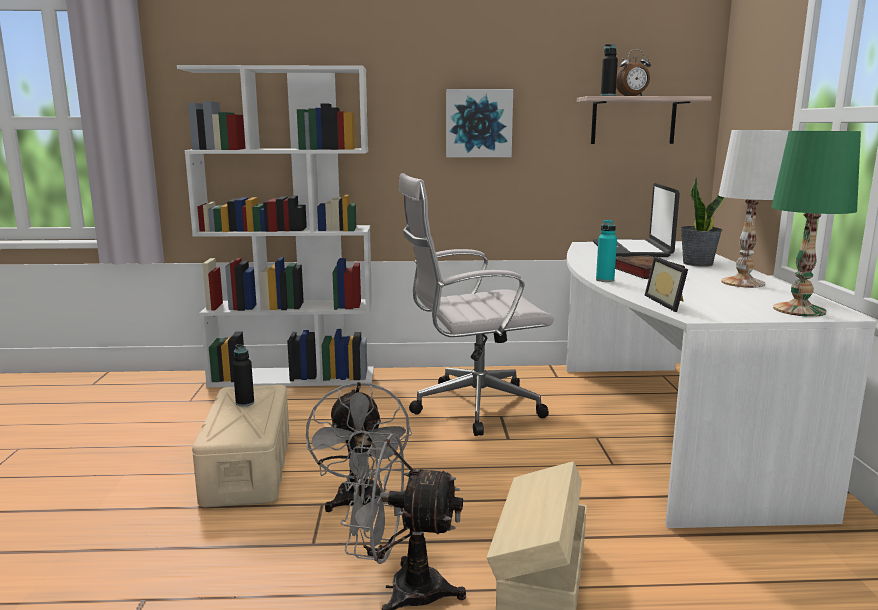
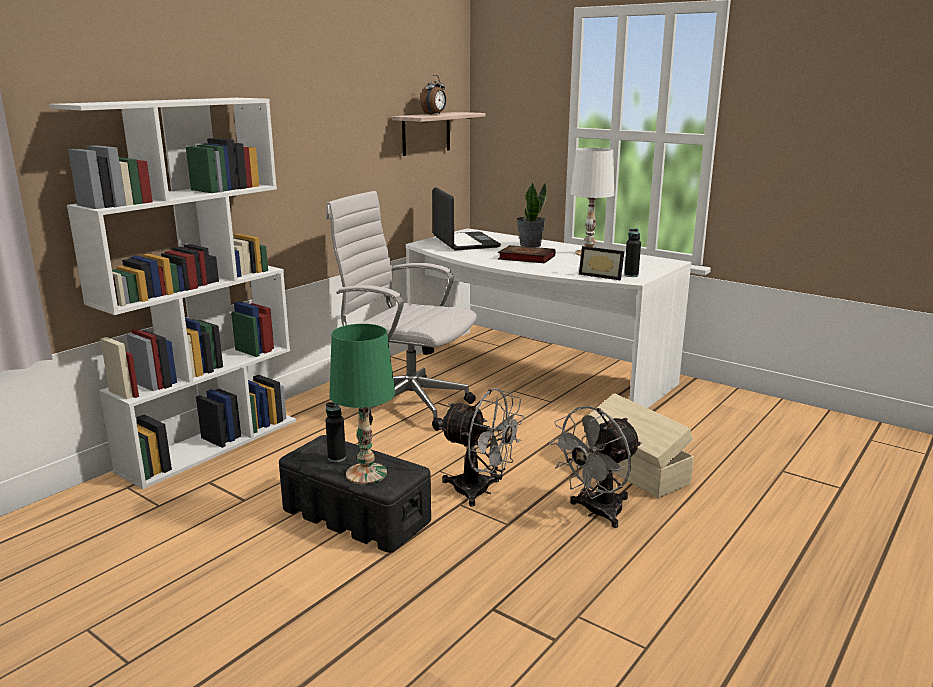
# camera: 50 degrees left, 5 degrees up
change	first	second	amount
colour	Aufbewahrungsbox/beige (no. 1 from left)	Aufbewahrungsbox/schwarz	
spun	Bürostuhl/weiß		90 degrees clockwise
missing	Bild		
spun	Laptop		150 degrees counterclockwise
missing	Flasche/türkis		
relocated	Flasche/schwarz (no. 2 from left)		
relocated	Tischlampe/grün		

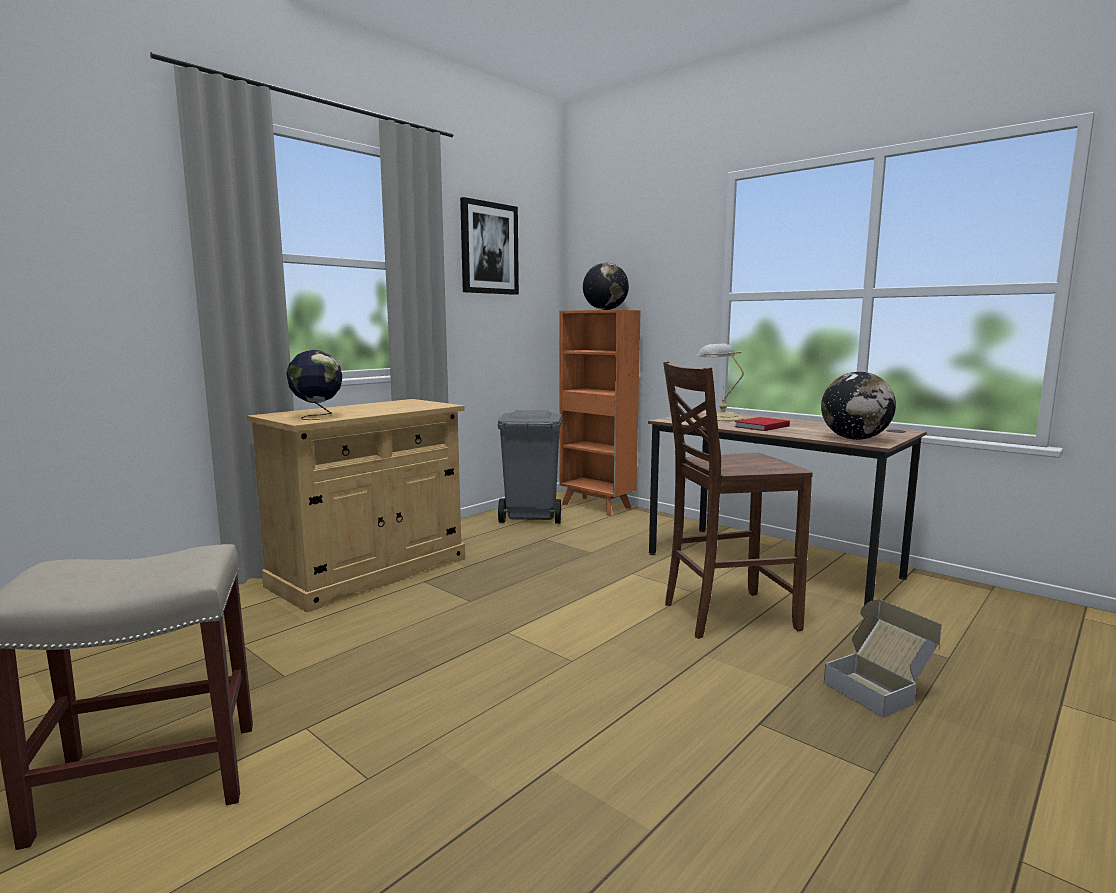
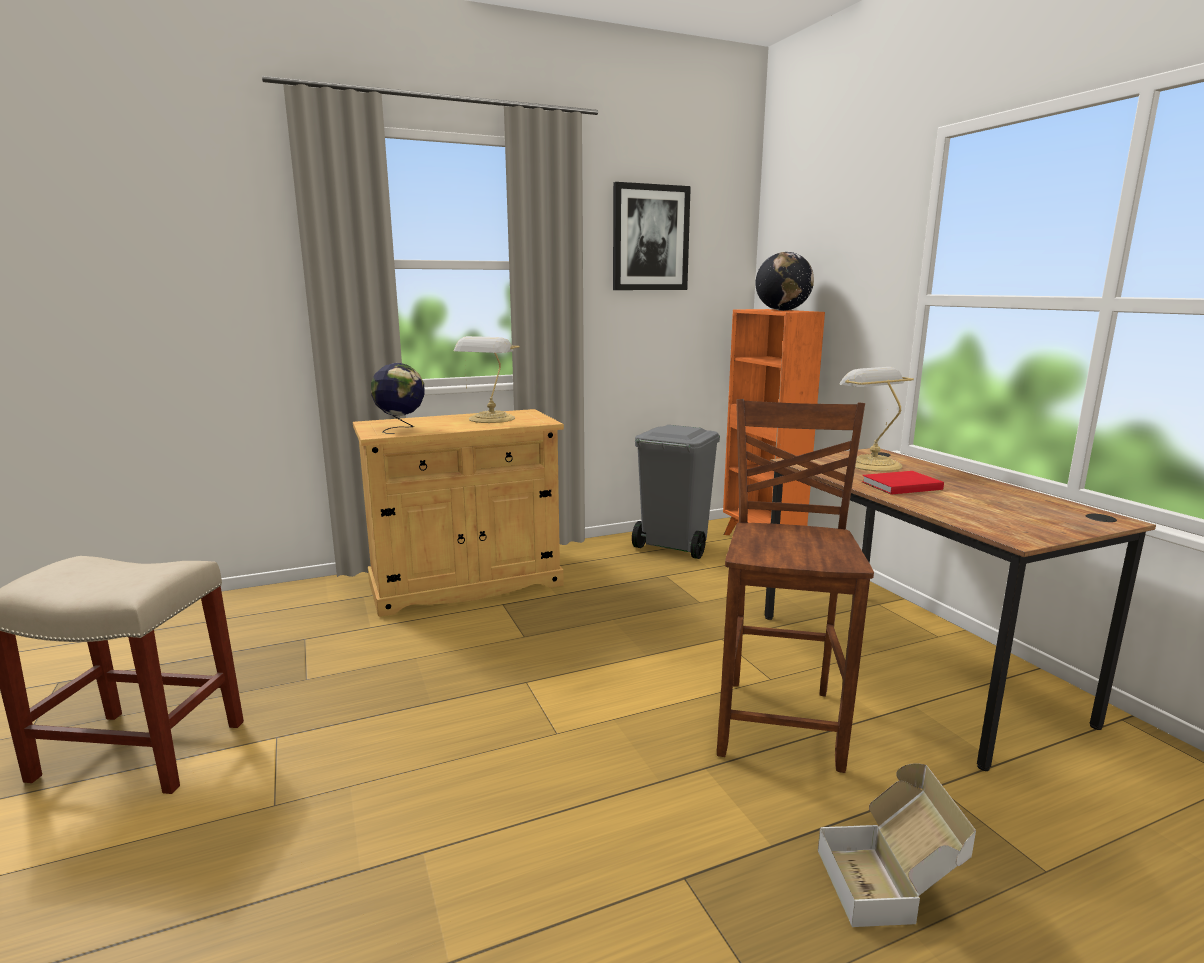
# camera: 25 degrees right, 5 degrees up
change	first	second	amount
spun	Stuhl/braun		90 degrees clockwise
missing	Globus (no. 3 from left)		
appeared		Tischlampe (no. 1 from left)	

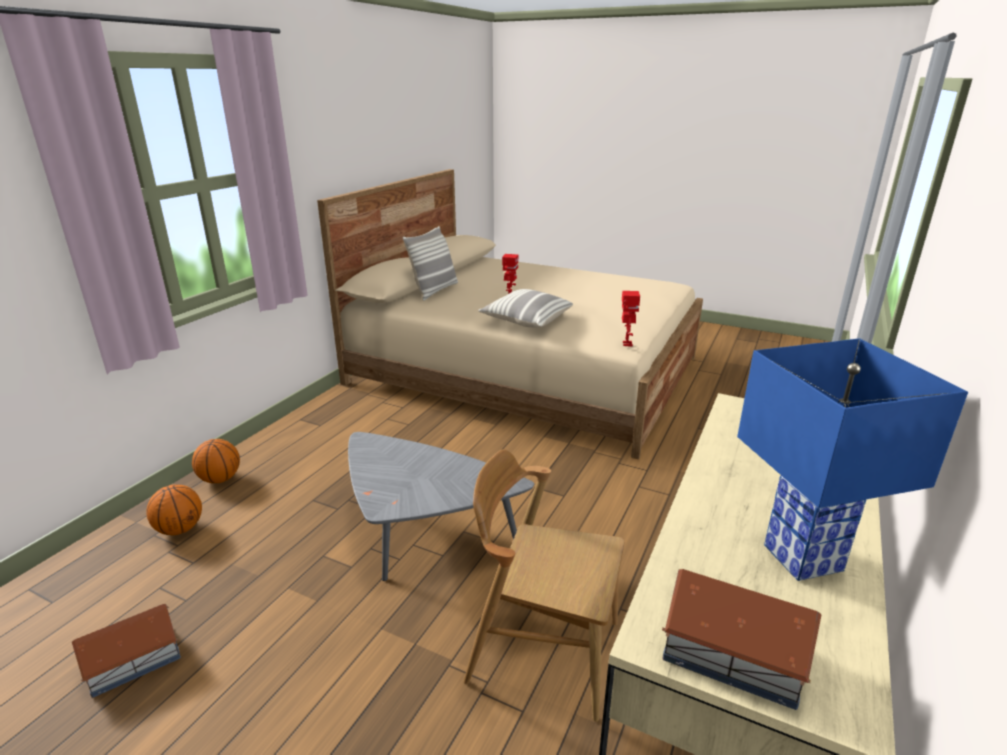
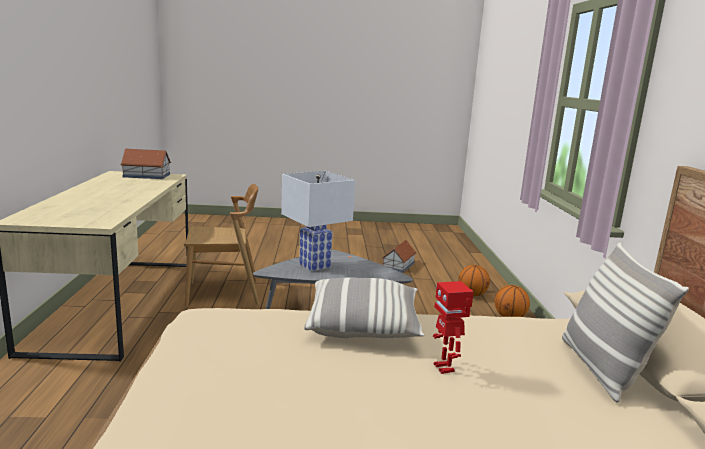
# camera: 150 degrees right, 10 degrees down
change	first	second	amount
missing	Spielzeugroboter (no. 2 from left)		
missing	Tischlampe/blau		
appeared		Tischlampe/weiß	

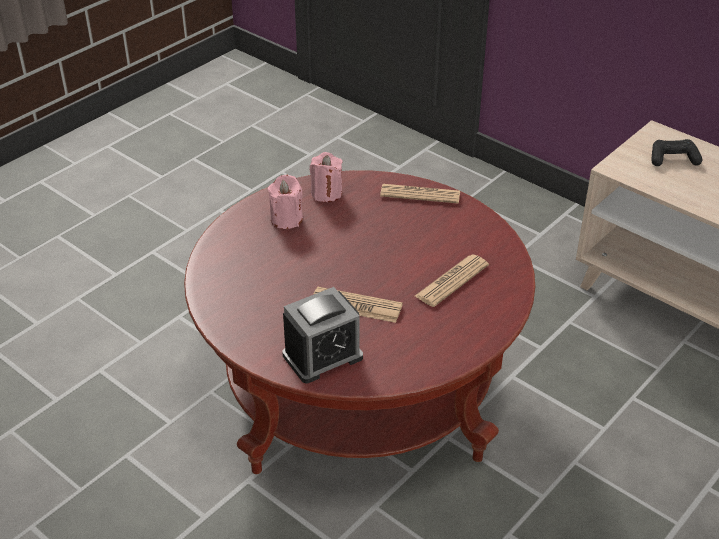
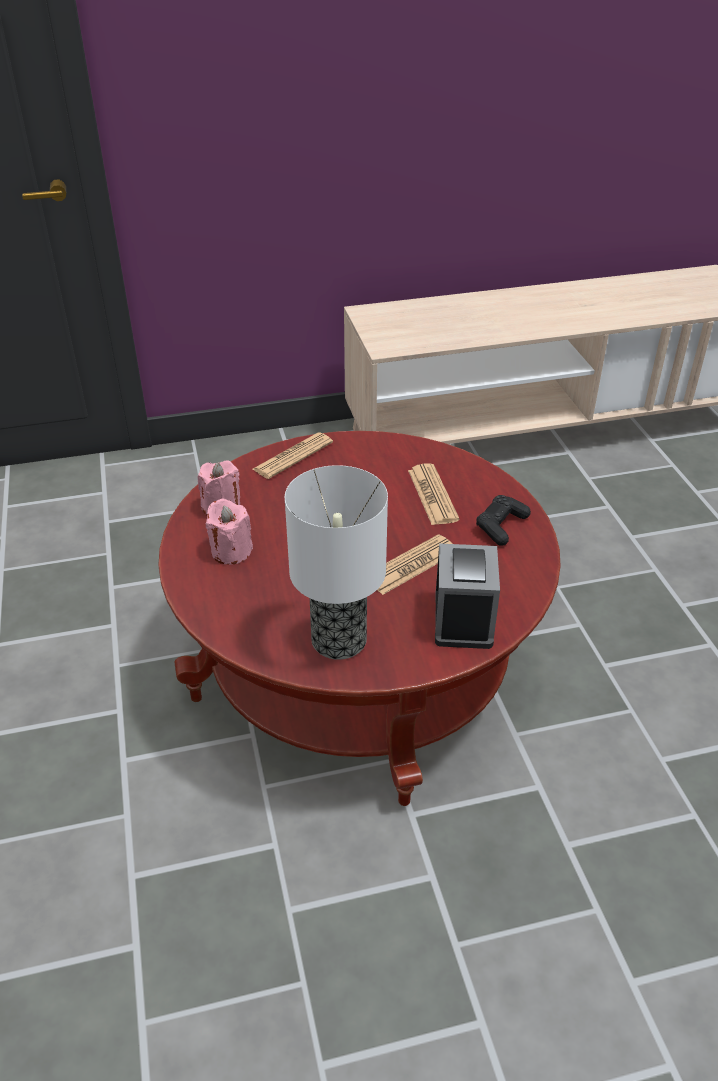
# camera: 55 degrees left, 0 degrees up
change	first	second	amount
relocated	Gamepad/schwarz		
appeared		Tischlampe	

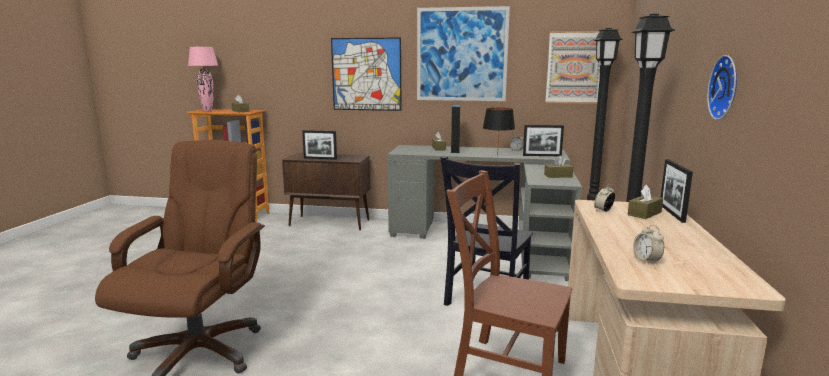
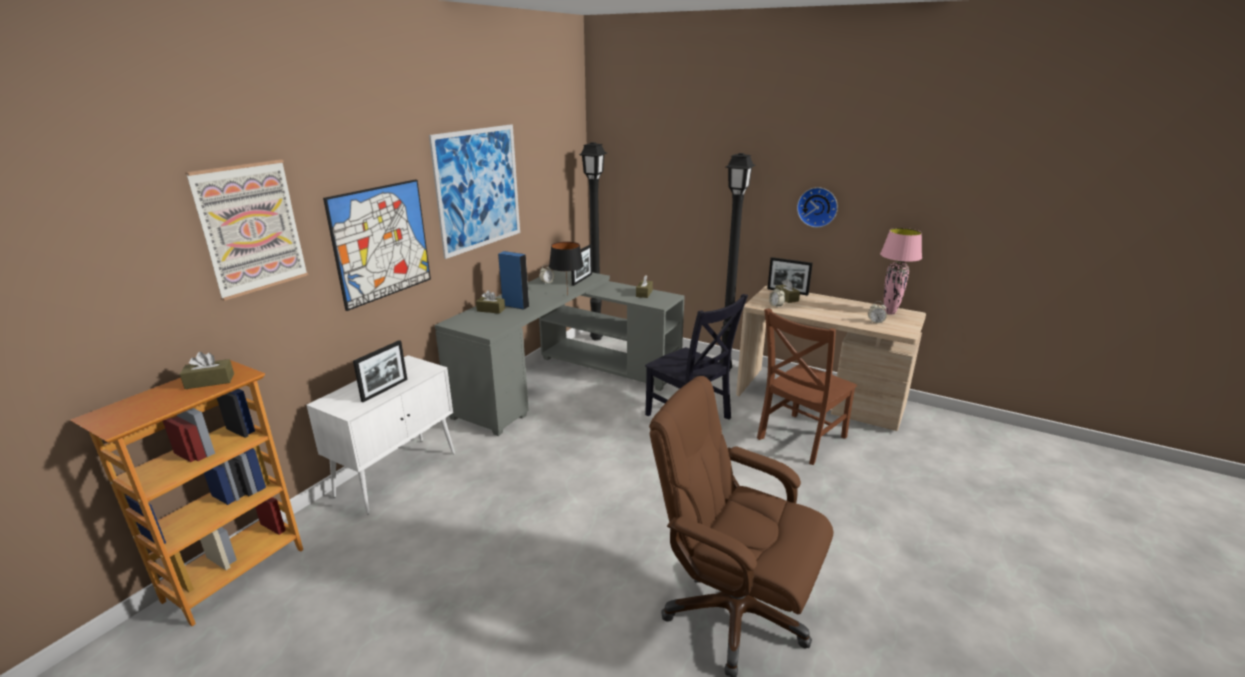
# camera: 70 degrees left, 10 degrees up
change	first	second	amount
relocated	Tischlampe/rosa		
colour	Schrank/braun	Schrank/weiß	
relocated	Bild (no. 3 from left in the first image)	Bild (no. 1 from left)	

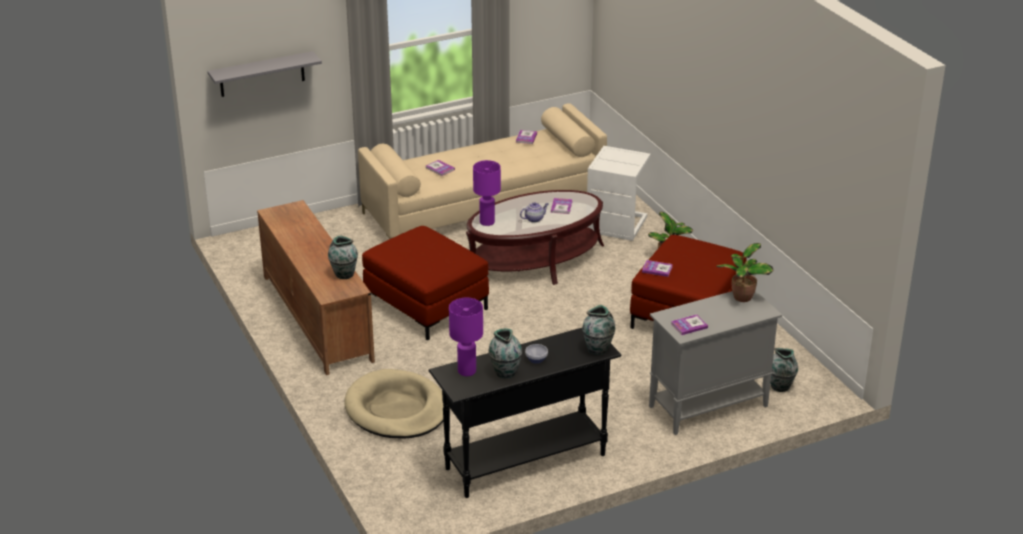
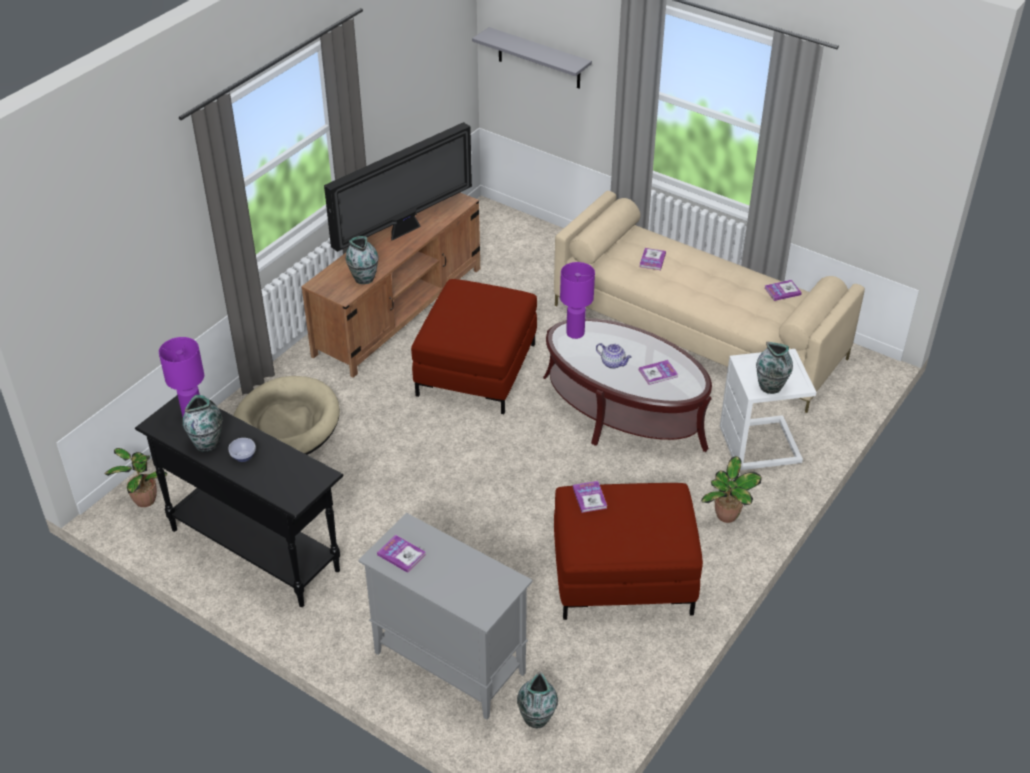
# camera: 60 degrees right, 10 degrees up
change	first	second	amount
relocated	Vase (no. 3 from left in the first image)	Vase (no. 4 from left)	
relocated	Topfpflanze (no. 2 from left in the first image)	Topfpflanze (no. 1 from left)	
appeared		Fernseher	

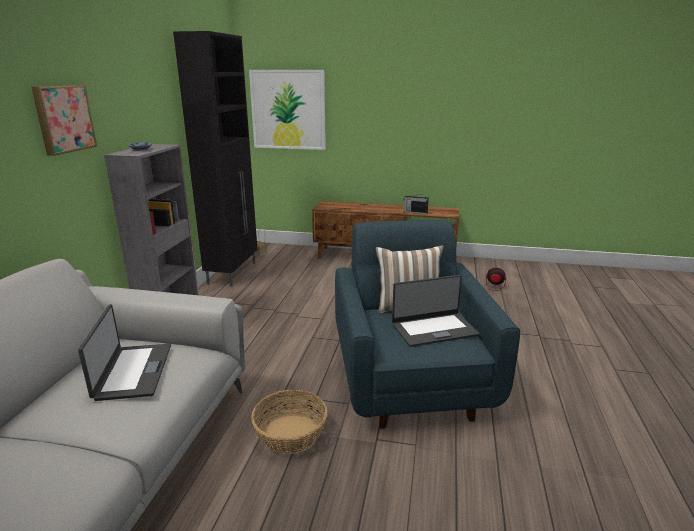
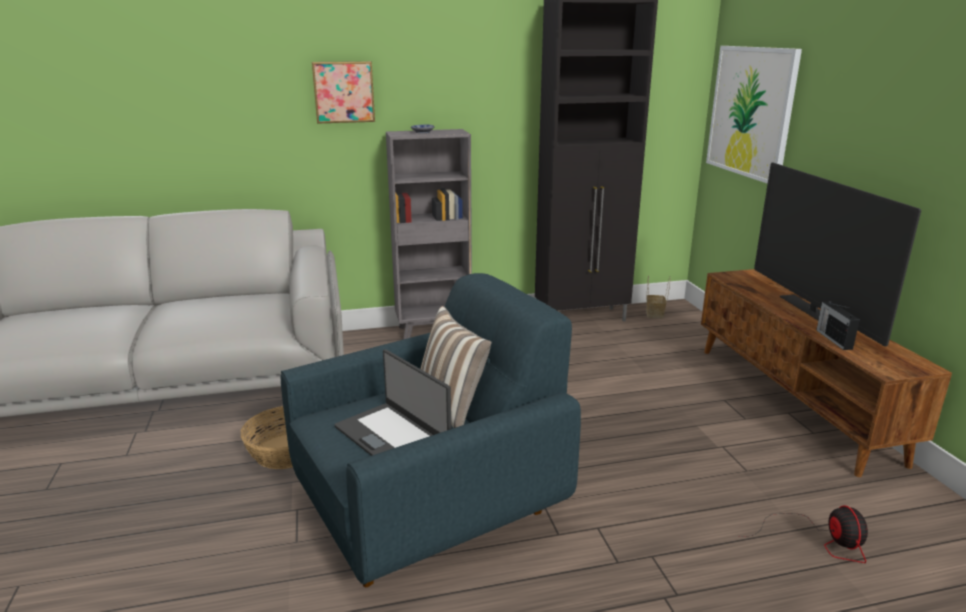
# camera: 65 degrees right, 0 degrees up
change	first	second	amount
missing	Laptop (no. 1 from left)		
appeared		Fernseher	

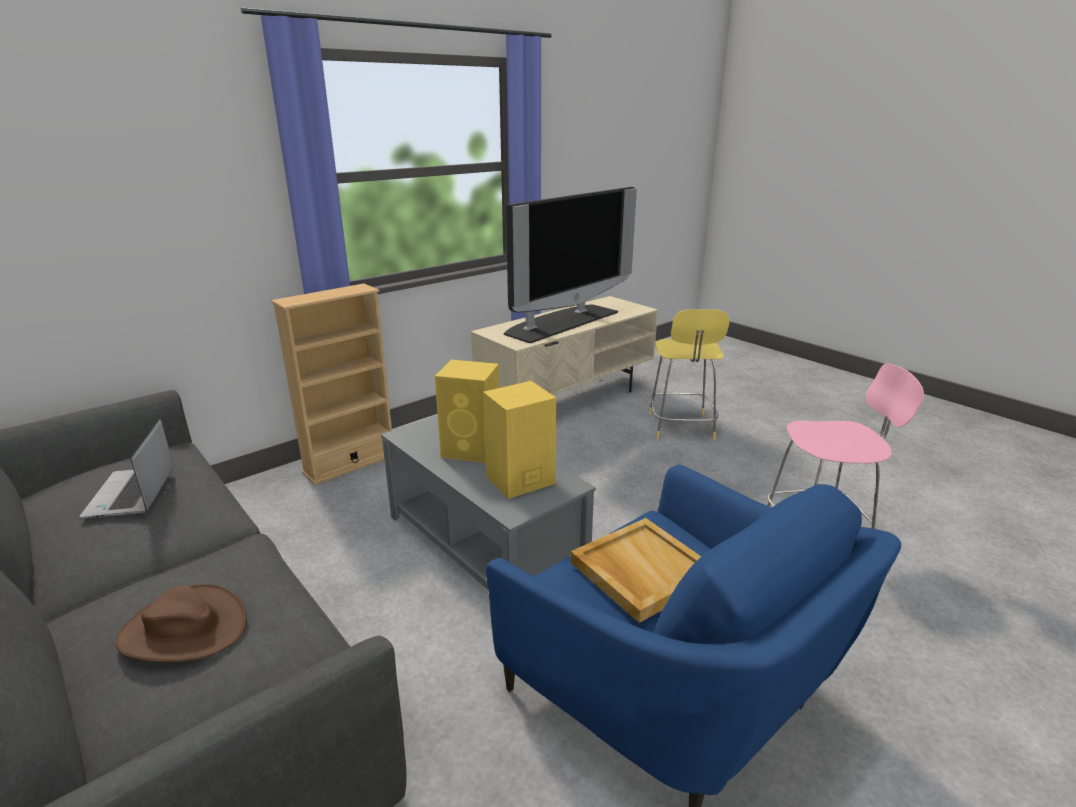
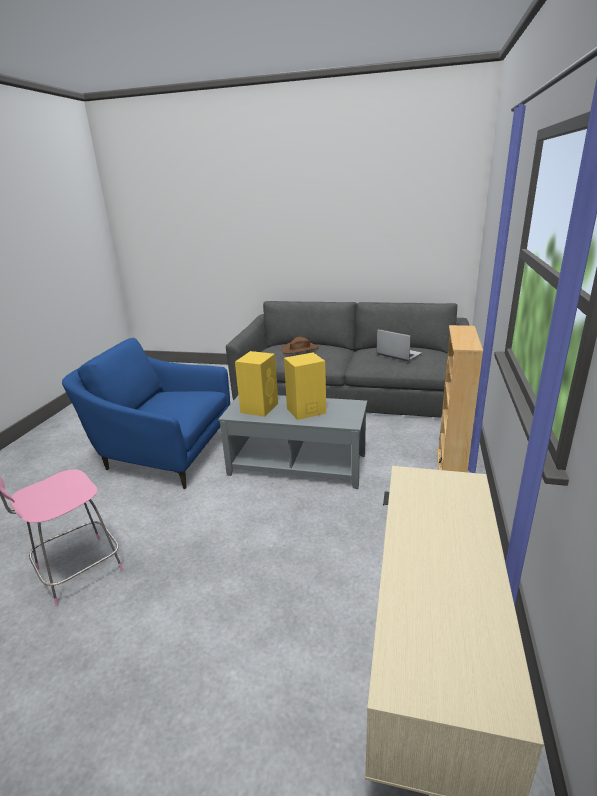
# camera: 145 degrees right, 0 degrees up
change	first	second	amount
missing	Fernseher		
missing	Tablett/beige		
missing	Hocker/gelb		

